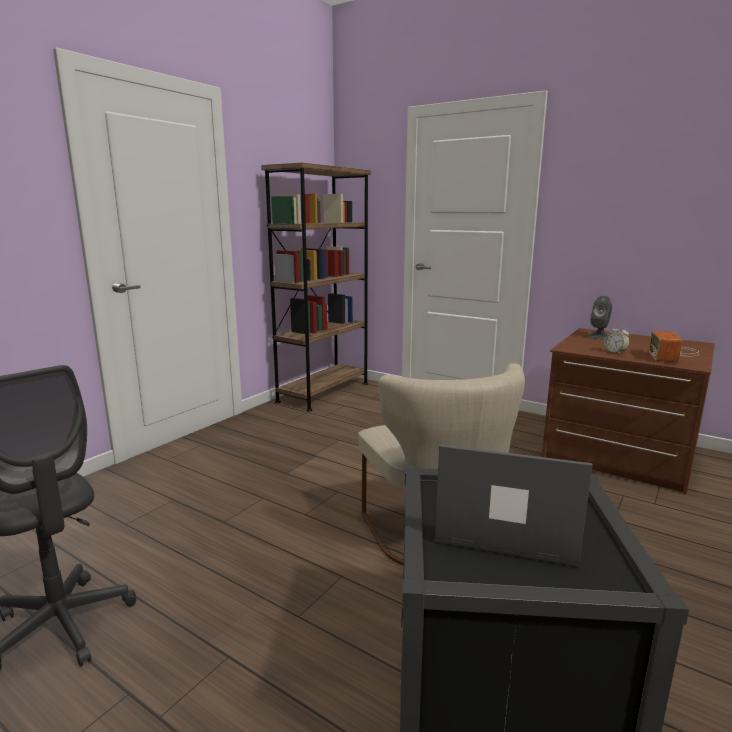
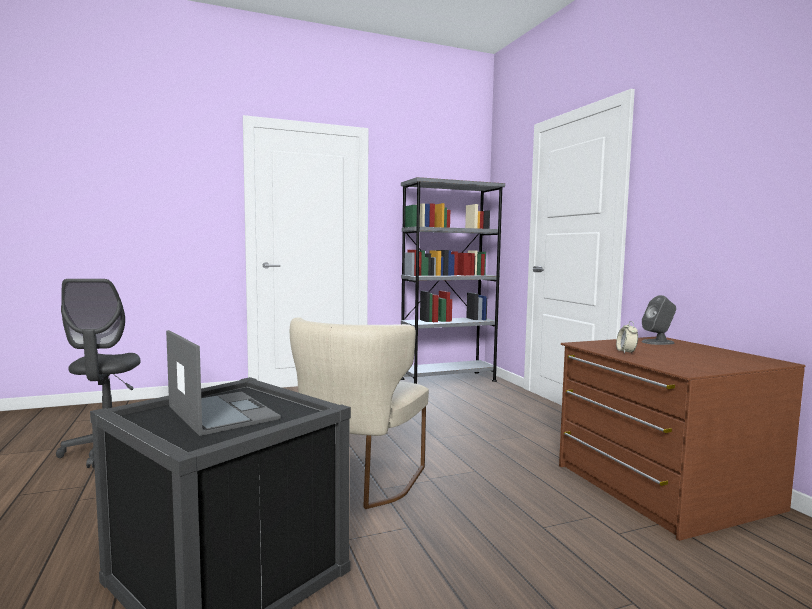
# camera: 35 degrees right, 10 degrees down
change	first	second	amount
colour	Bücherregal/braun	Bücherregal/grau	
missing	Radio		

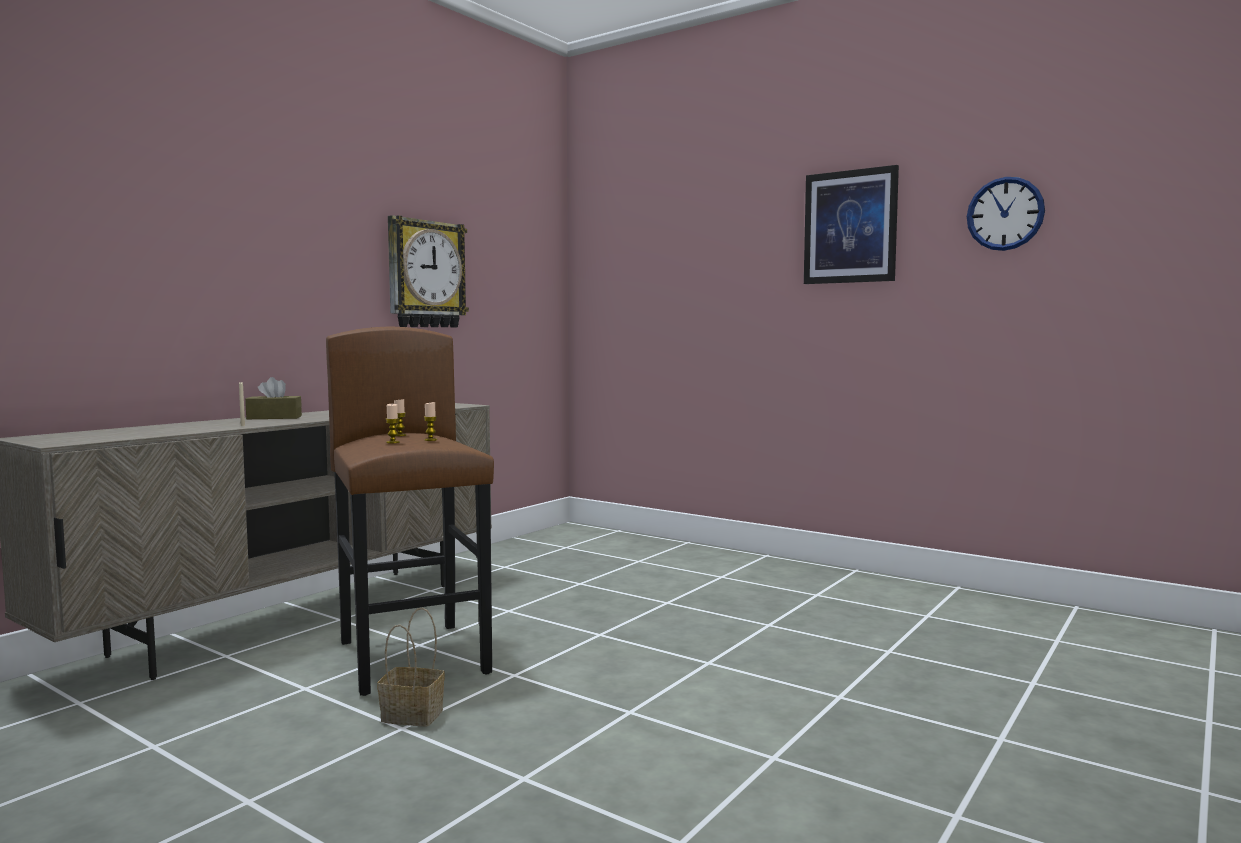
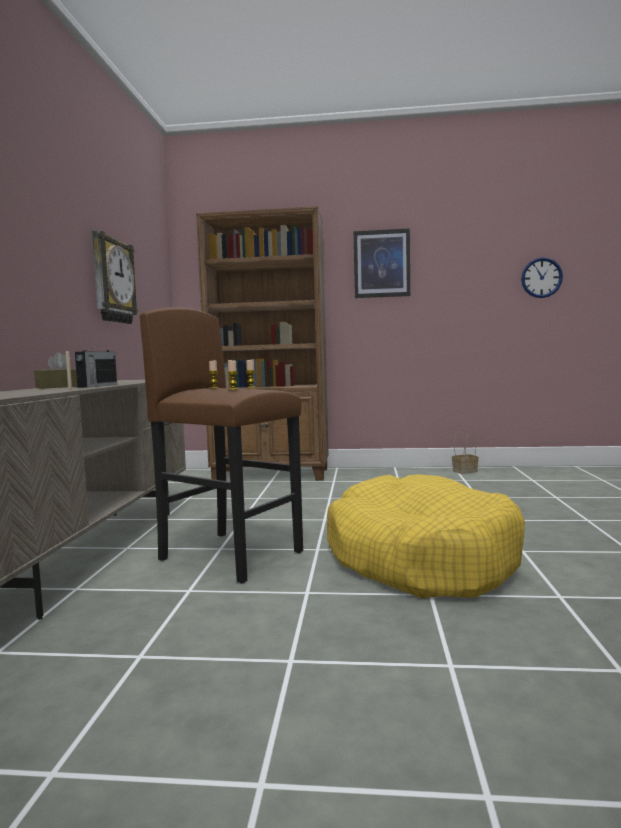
# camera: 30 degrees left, 0 degrees up
change	first	second	amount
relocated	Korb		
relocated	Wanduhr (no. 2 from left)		
appeared		Radio	
appeared		Bücherregal/braun	
appeared		Hundebett/gelb	

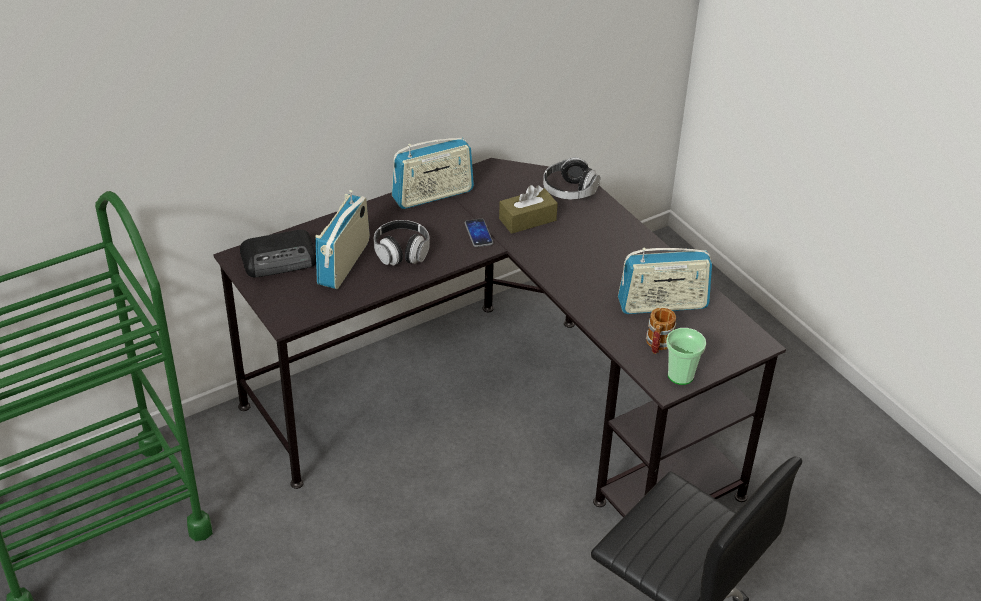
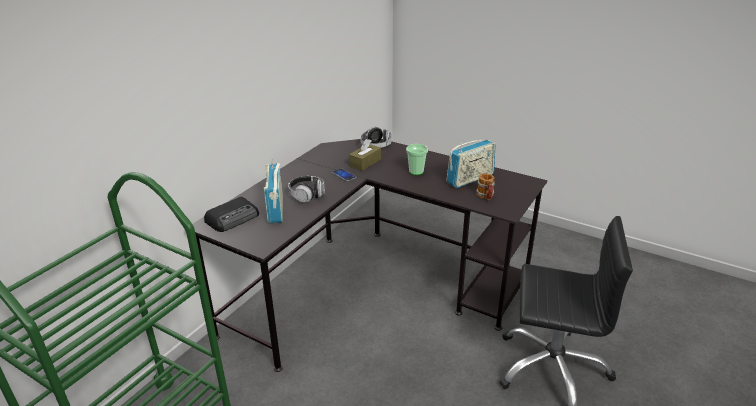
# camera: 25 degrees left, 10 degrees down
change	first	second	amount
missing	Radio (no. 3 from left)		
relocated	Tasse		

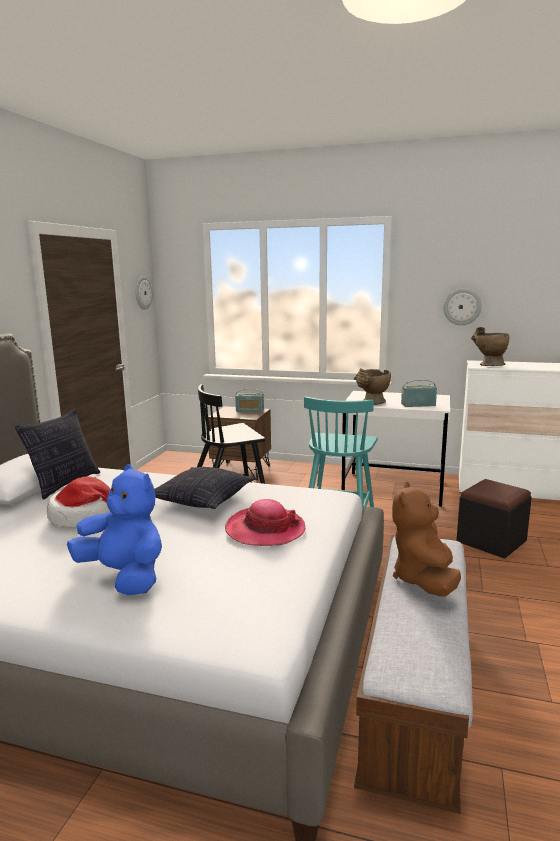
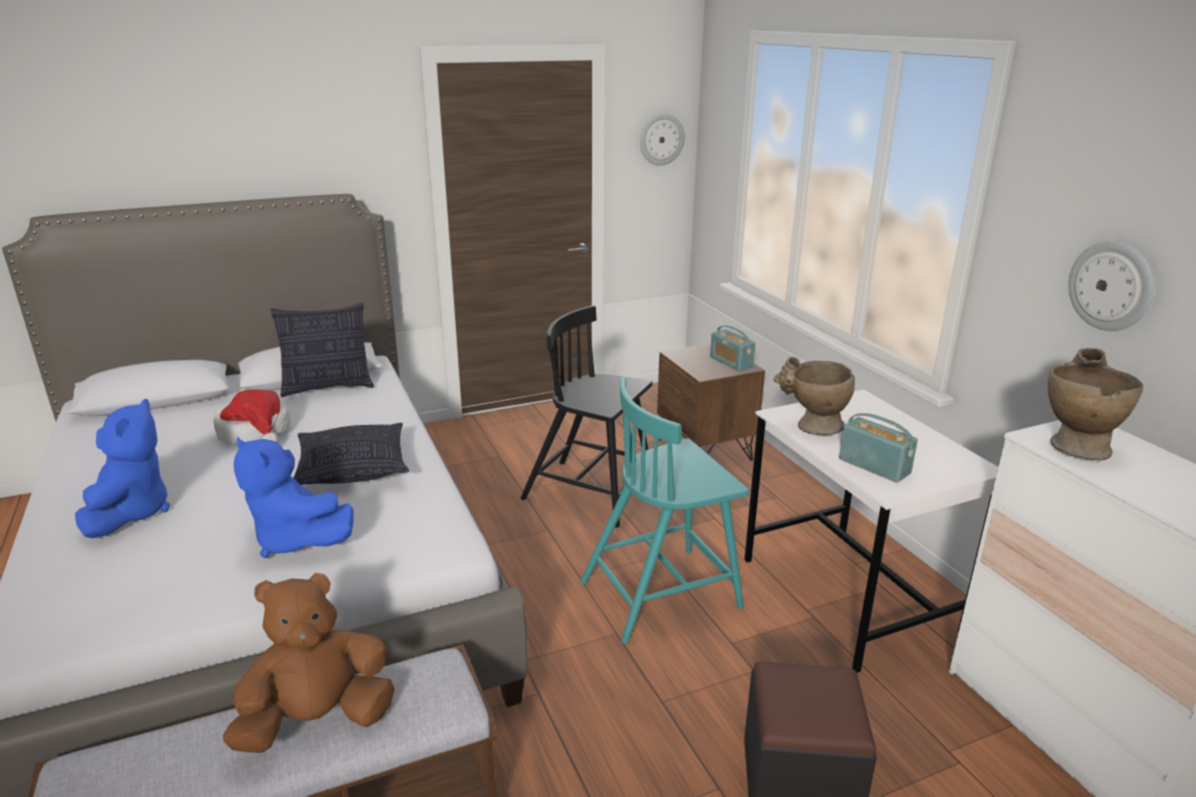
# camera: 50 degrees right, 10 degrees up
change	first	second	amount
exchanged	Hut (no. 2 from left)	Plüschtier/blau (no. 2 from left)	

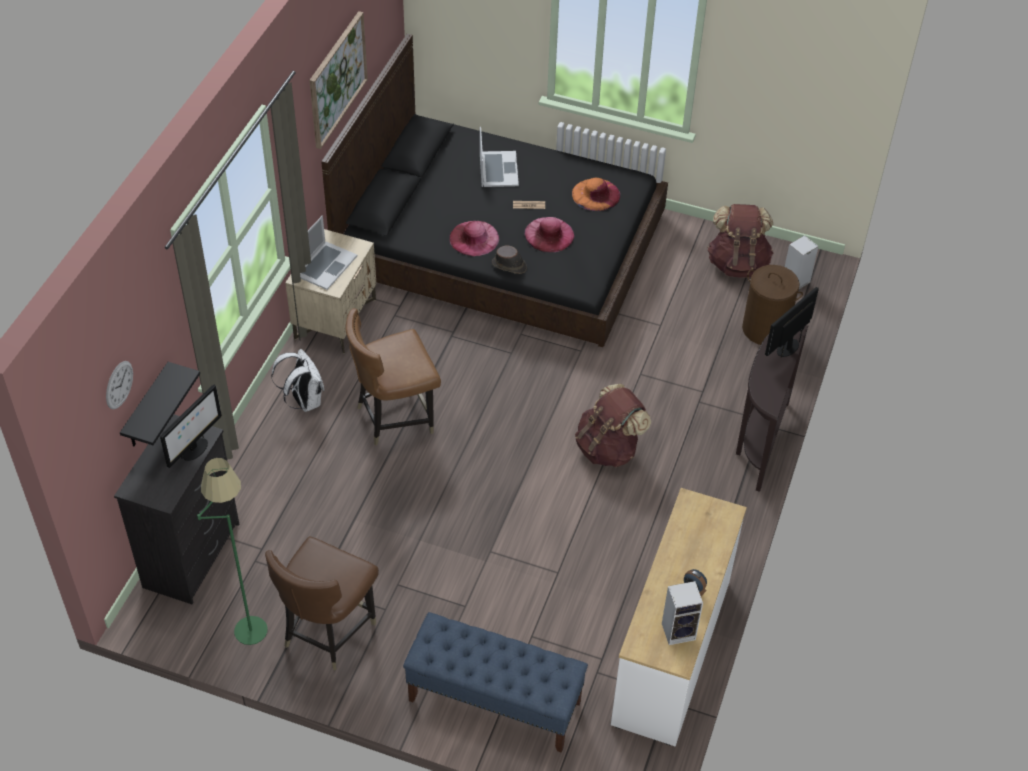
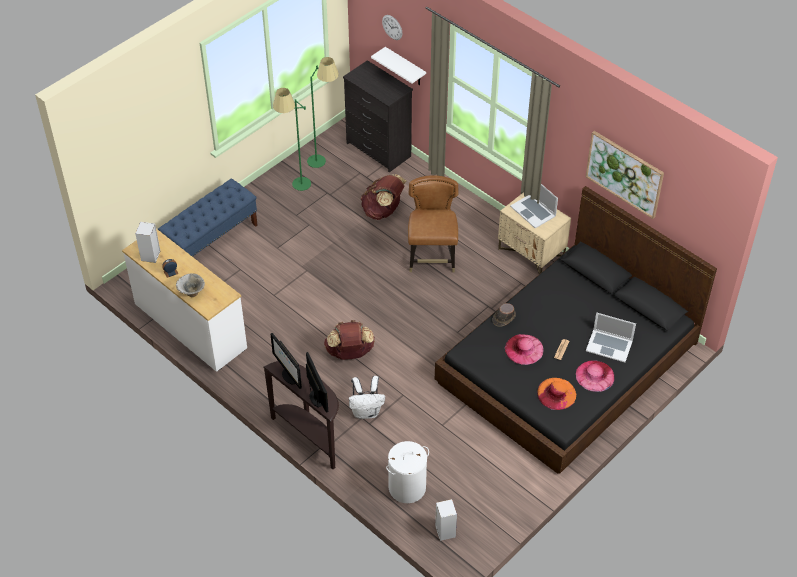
# camera: 115 degrees right, 0 degrees up
change	first	second	amount
colour	Wandregal/schwarz	Wandregal/weiß	
relocated	Monitor (no. 1 from left)		
exchanged	Stuhl/braun (no. 1 from left)	Stehlampe/grün (no. 1 from left)	
relocated	Rucksack/weiß		
relocated	Hut/rosa (no. 1 from left in the first image)	Hut/rosa (no. 2 from left)	
relocated	Rucksack/braun (no. 2 from left)		
colour	Wäschekorb/braun	Wäschekorb/weiß	
appeared		Schüssel	

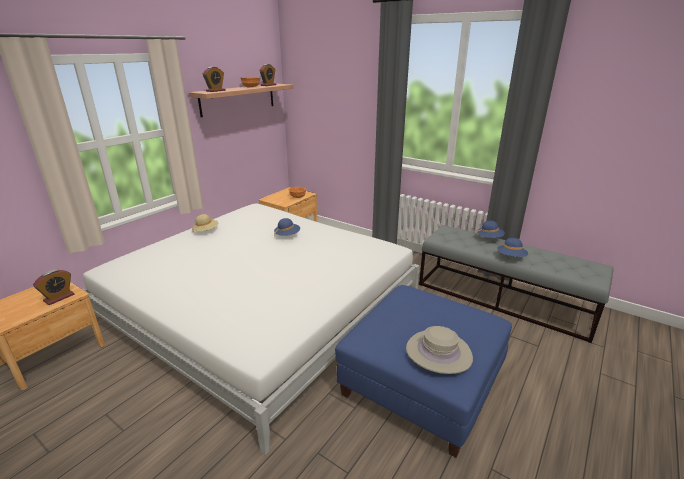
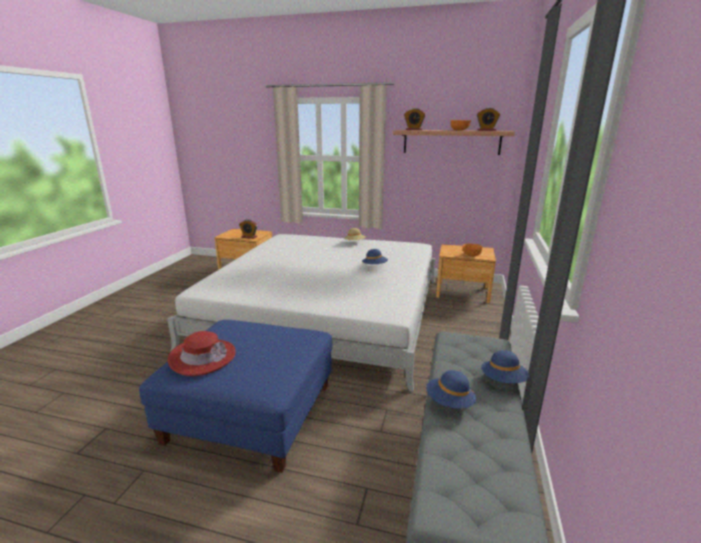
# camera: 70 degrees right, 5 degrees down
change	first	second	amount
colour	Hut/beige (no. 2 from left)	Hut/rot	

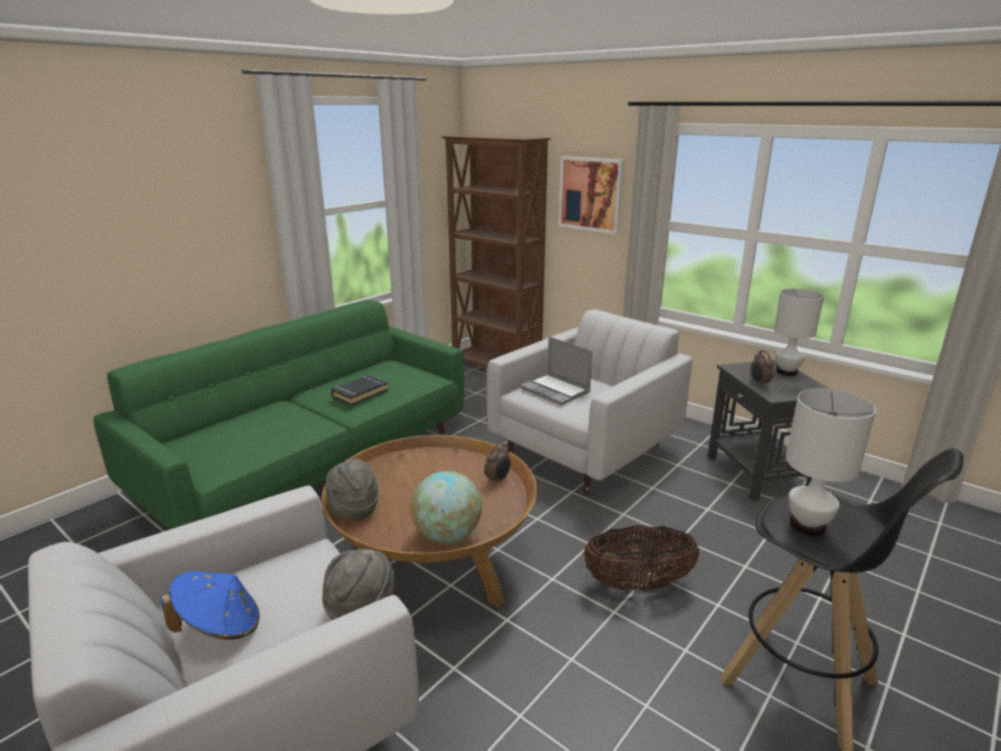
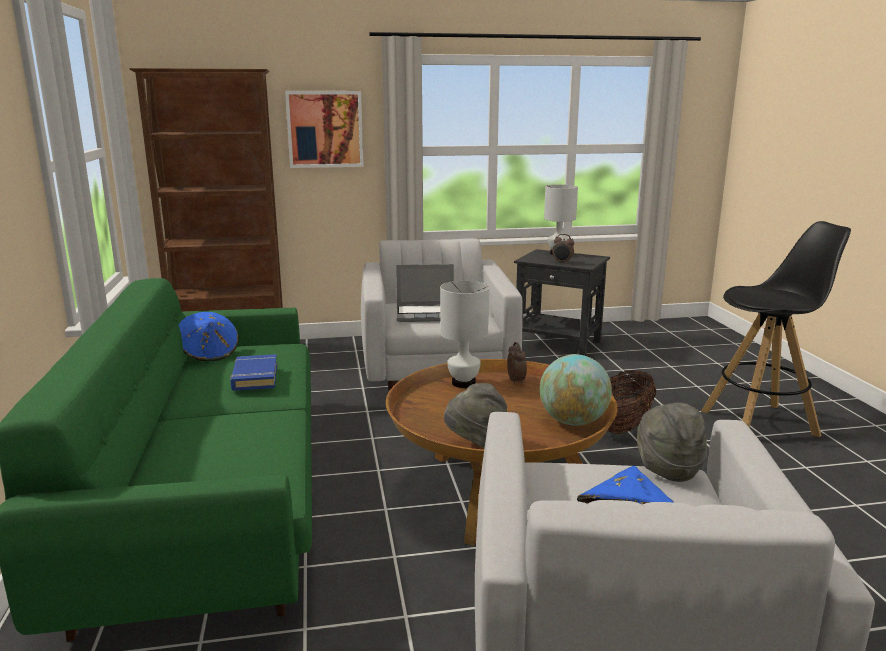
# camera: 50 degrees left, 5 degrees down
change	first	second	amount
colour	Buch/schwarz	Buch/blau	
relocated	Tischlampe/weiß (no. 2 from left in the first image)	Tischlampe/weiß (no. 1 from left)	
appeared		Hut/blau (no. 1 from left)	

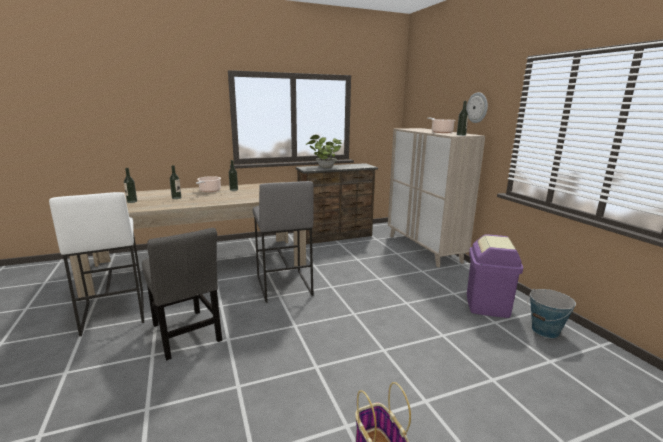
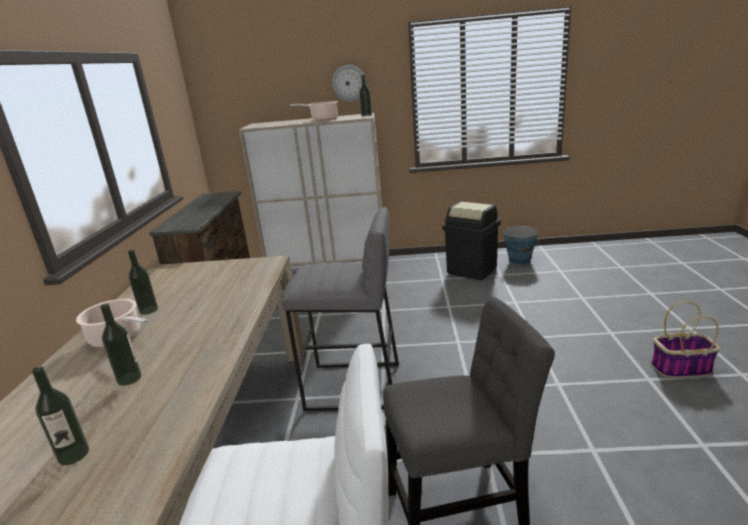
# camera: 65 degrees left, 5 degrees up
change	first	second	amount
missing	Topfpflanze		
colour	Mülleimer/lila	Mülleimer/schwarz	

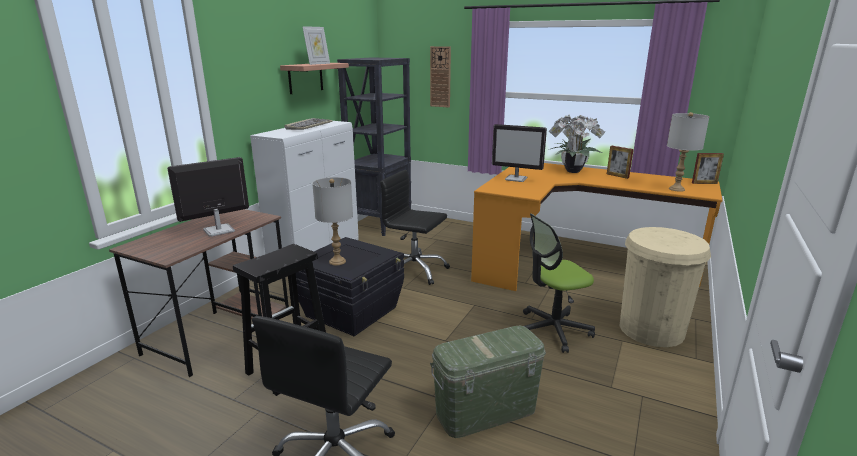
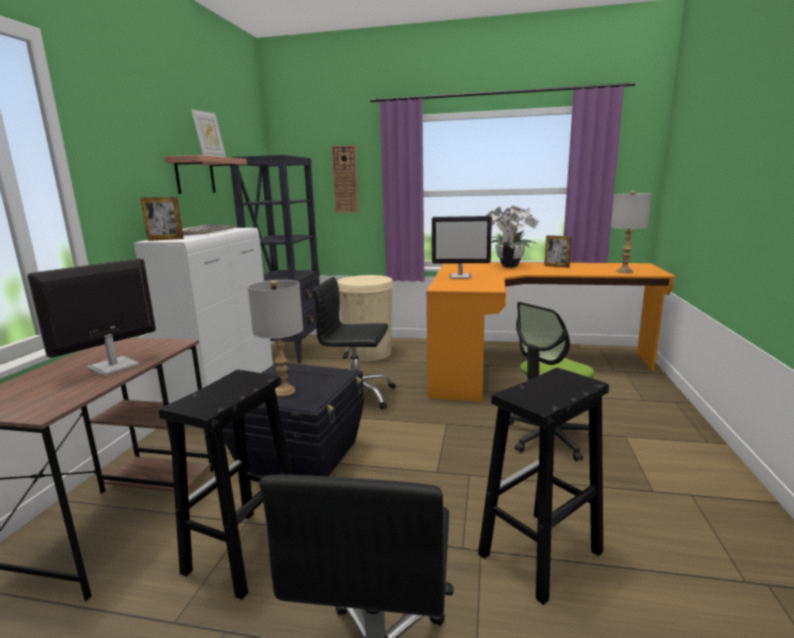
# camera: 15 degrees left, 5 degrees down
change	first	second	amount
exchanged	Aufbewahrungsbox/grün	Hocker/schwarz (no. 2 from left)	
relocated	Mülleimer/beige		
relocated	Bilderrahmen (no. 3 from left in the first image)	Bilderrahmen (no. 1 from left)	

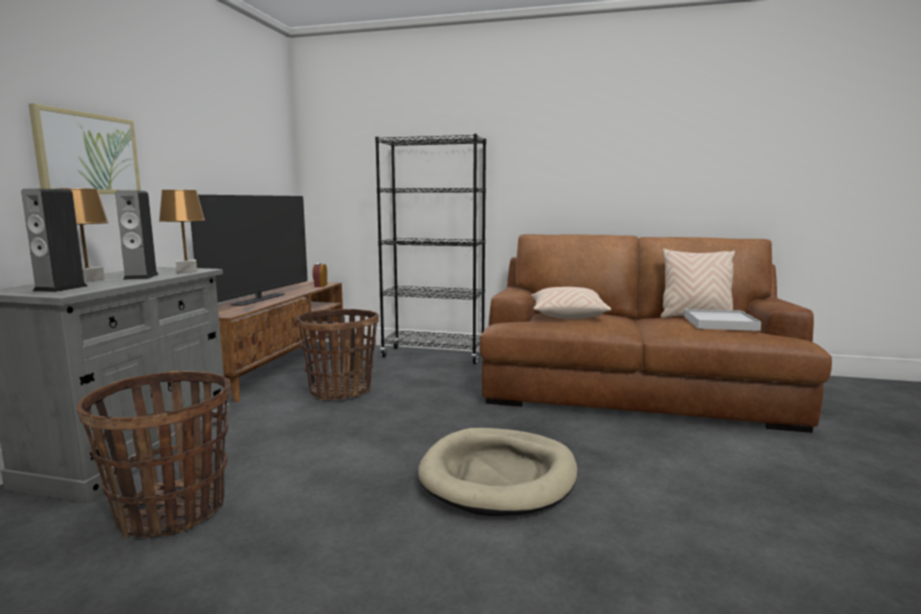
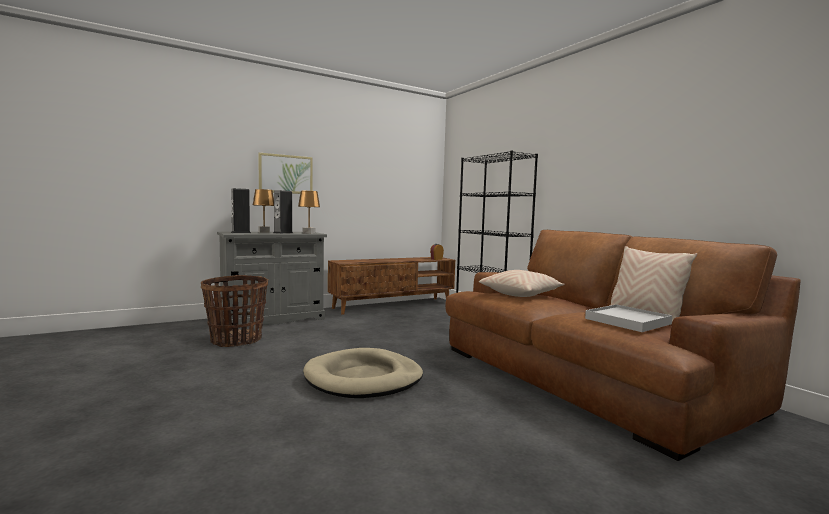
# camera: 45 degrees right, 5 degrees down
change	first	second	amount
missing	Fernseher		
missing	Korb (no. 2 from left)		

